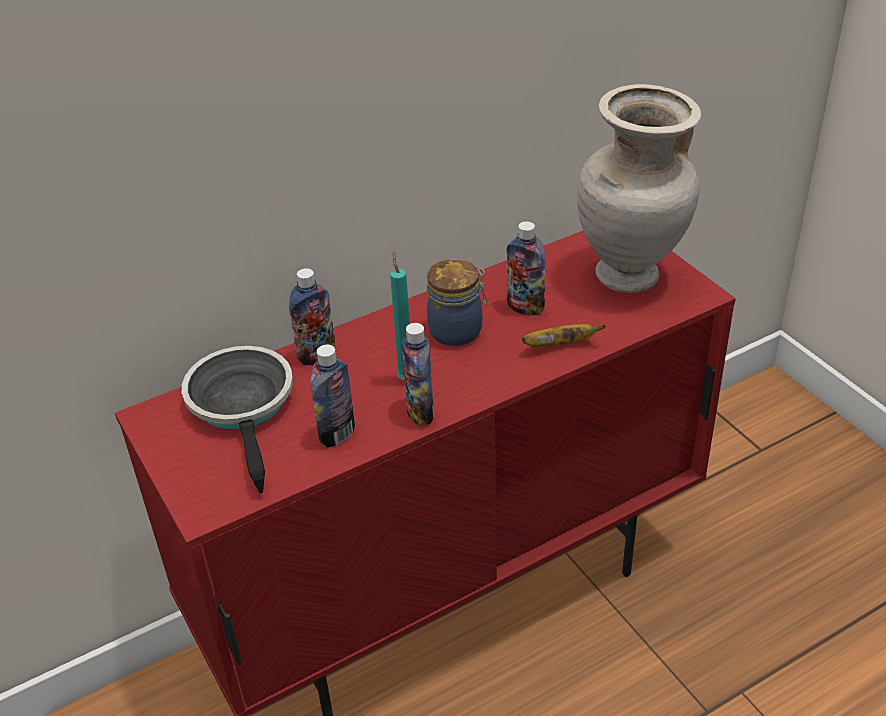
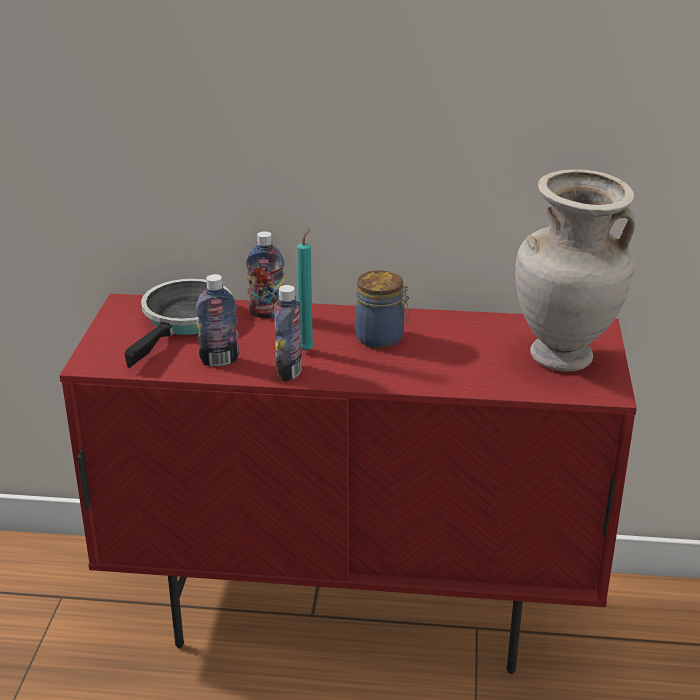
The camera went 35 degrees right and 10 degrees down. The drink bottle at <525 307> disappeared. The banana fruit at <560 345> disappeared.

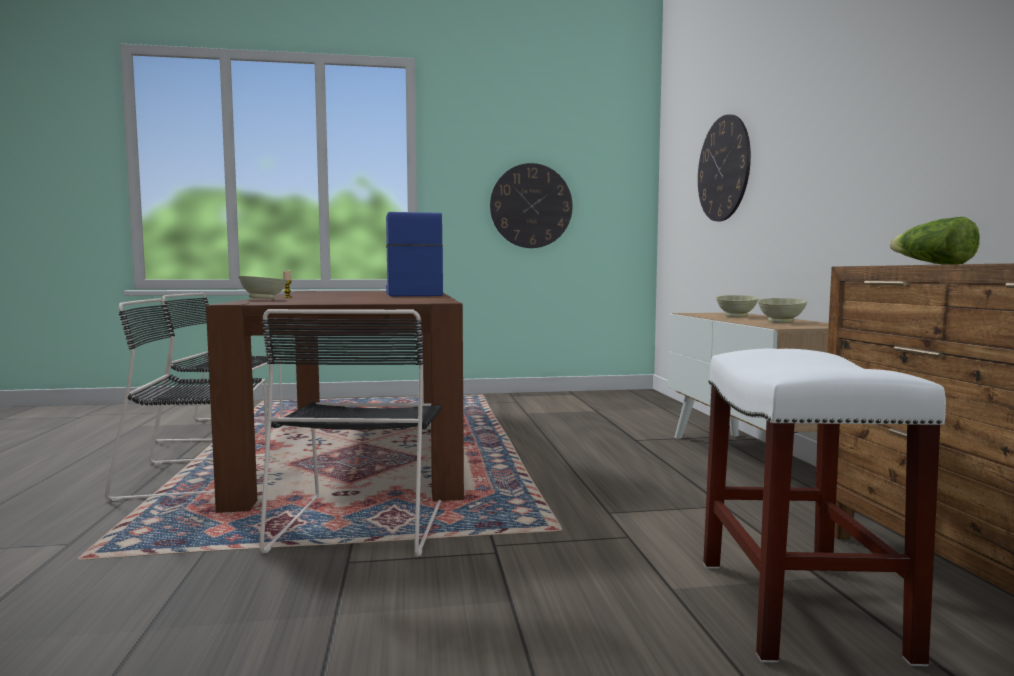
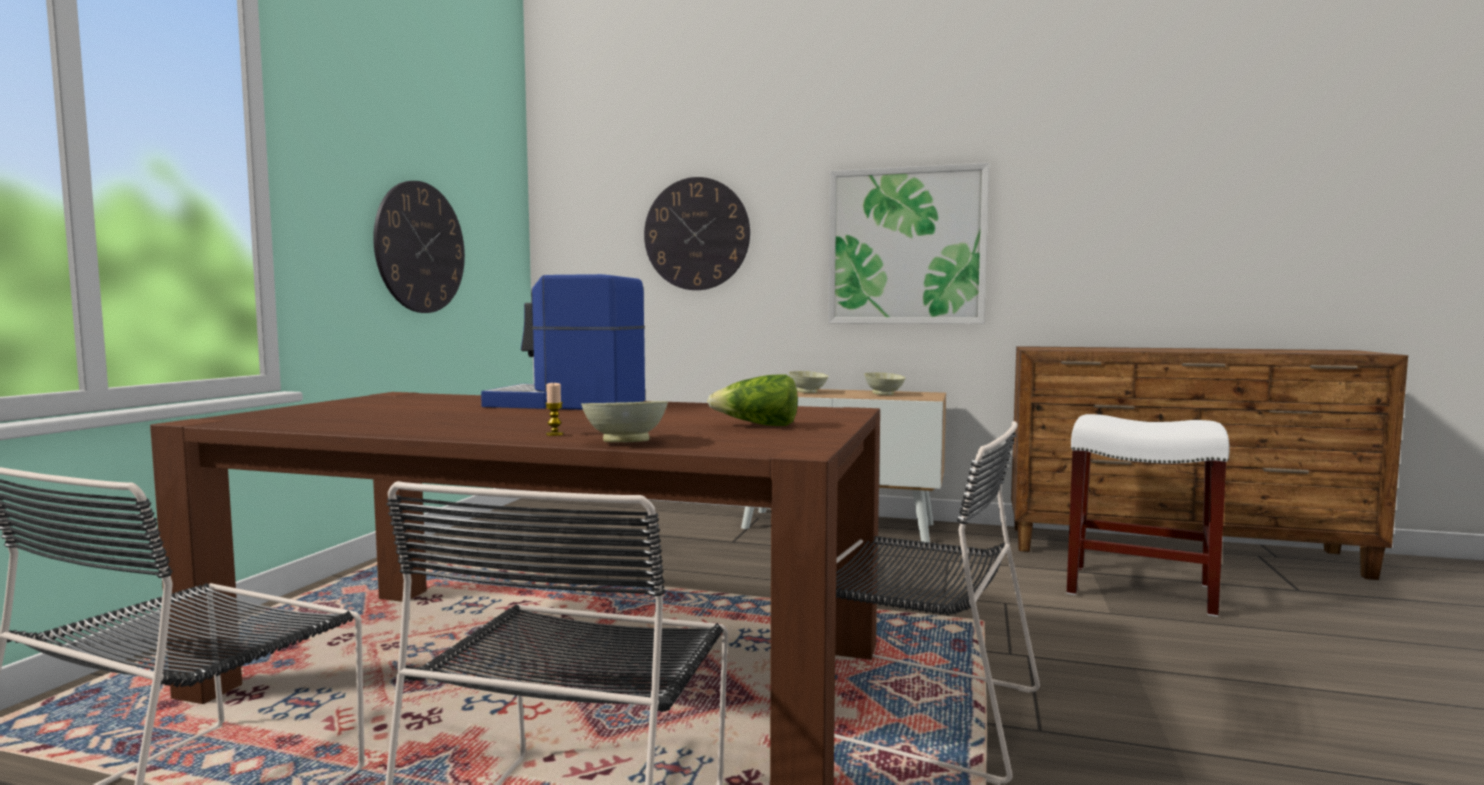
The camera went 65 degrees left and 0 degrees up. The wall art at <906 246> appeared. The lettuce head moved from <932 264> to <758 425>.

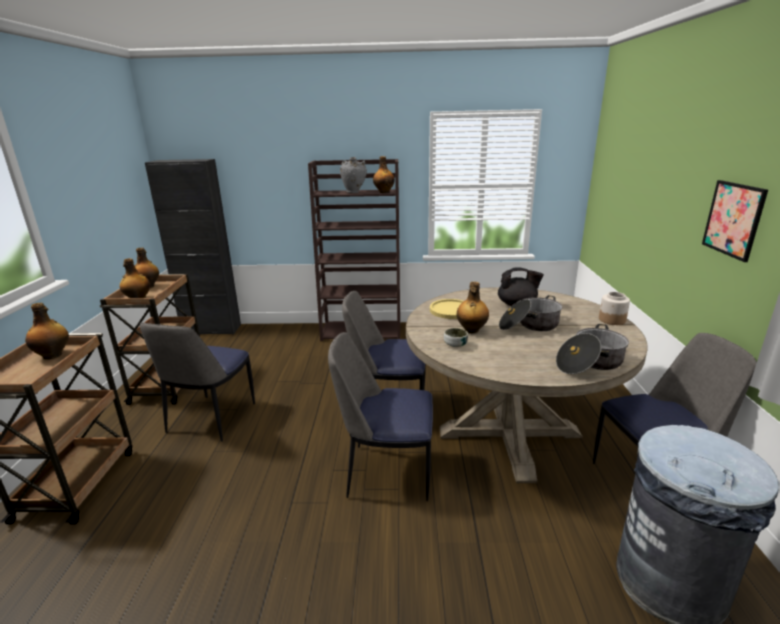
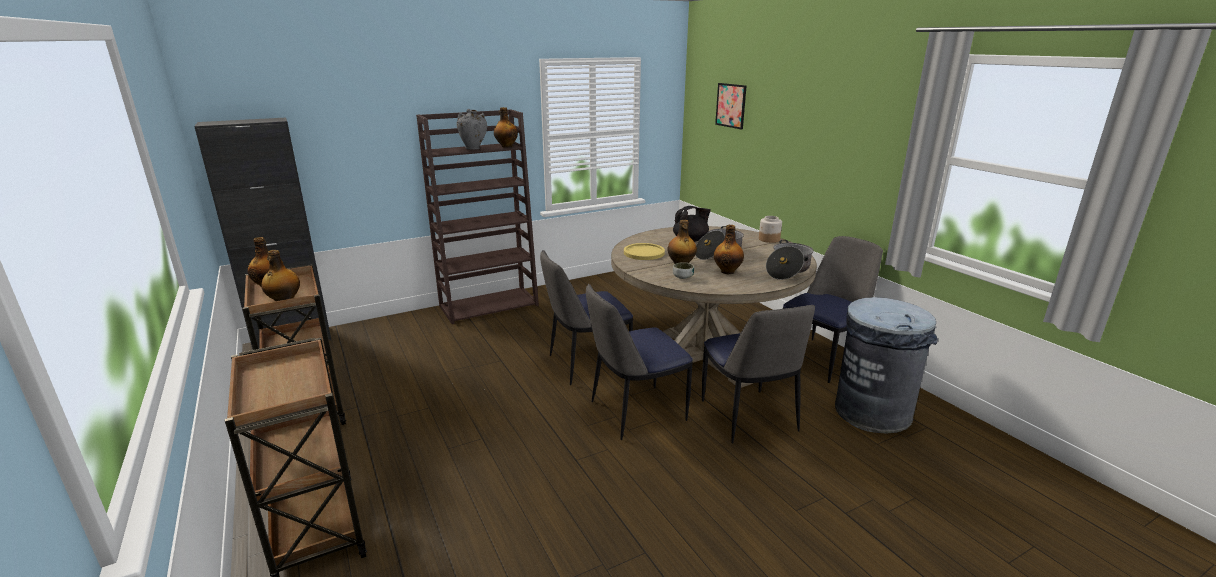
The camera went 30 degrees left and 0 degrees up. The drink bottle moved from <53 355> to <727 271>. The plain chair moved from <210 419> to <749 418>. The wall art moved from <733 219> to <731 105>.

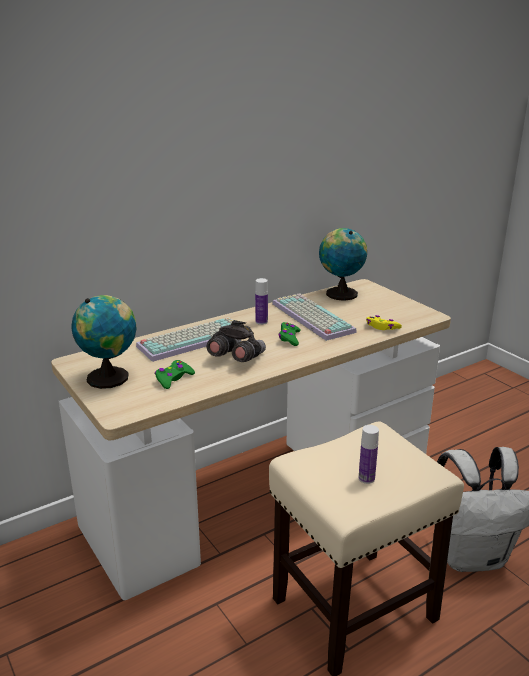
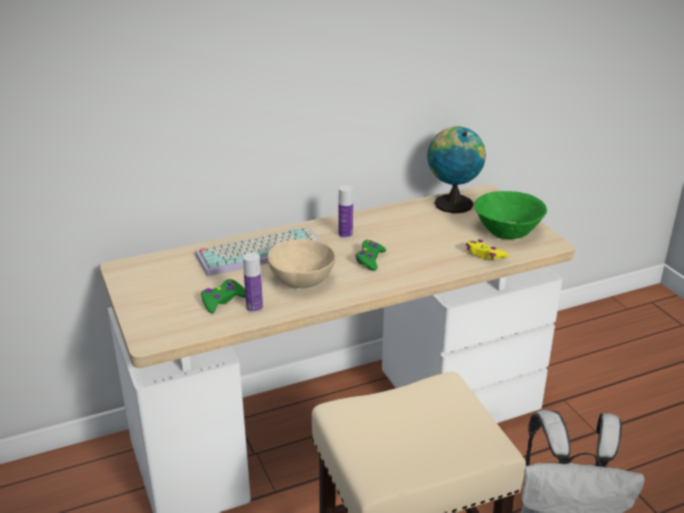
The camera went 10 degrees right and 5 degrees up. The globe at <111 377> disappeared. The computer keyboard at <310 317> disappeared. The green bowl at <507 230> appeared. The drink bottle moved from <366 478> to <254 308>. The grey pair of binoculars at <236 358> was replaced by the sand-coloured bowl at <300 281>.

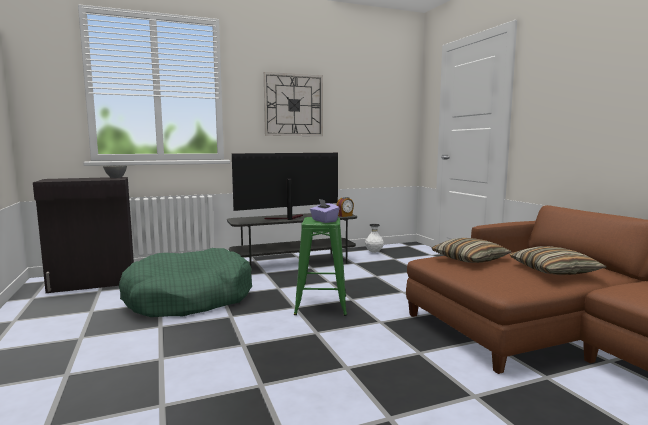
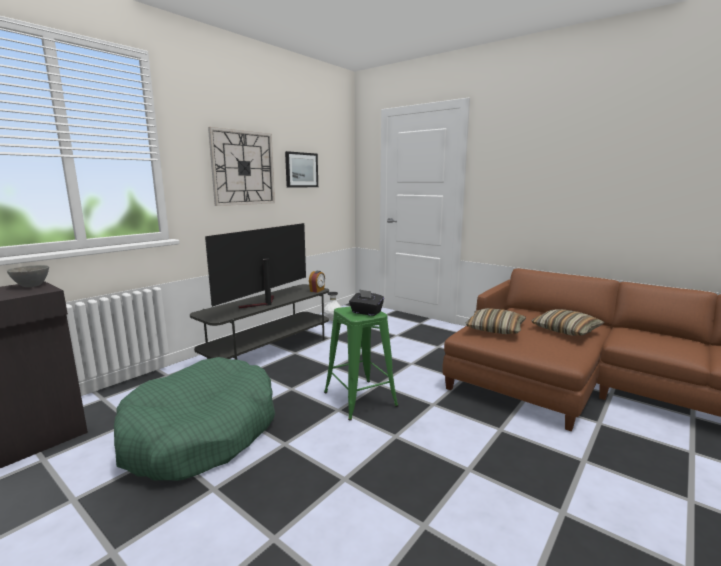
The camera went 30 degrees left and 5 degrees up. The wall art at <301 170> appeared. The purple-coloured tissue holder at <324 221> became the black tissue holder at <366 312>.

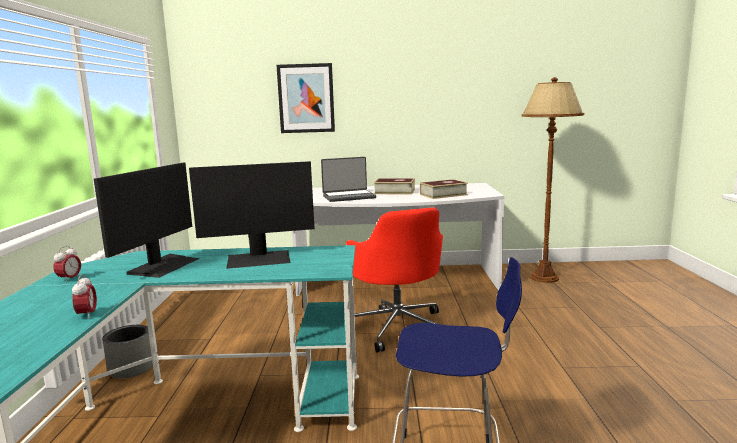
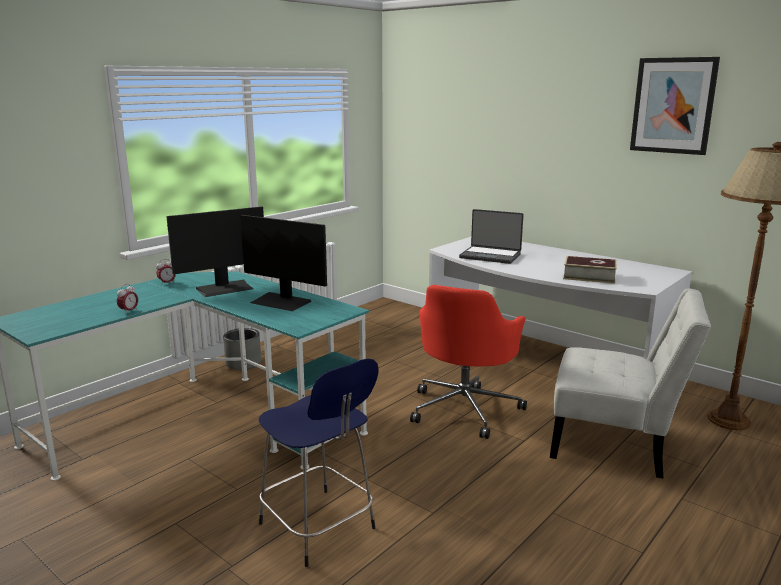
The camera went 40 degrees right and 5 degrees up. The bound book at <394 192> disappeared. The white plain chair at <616 444> appeared. The wall art moved from <306 98> to <673 105>.

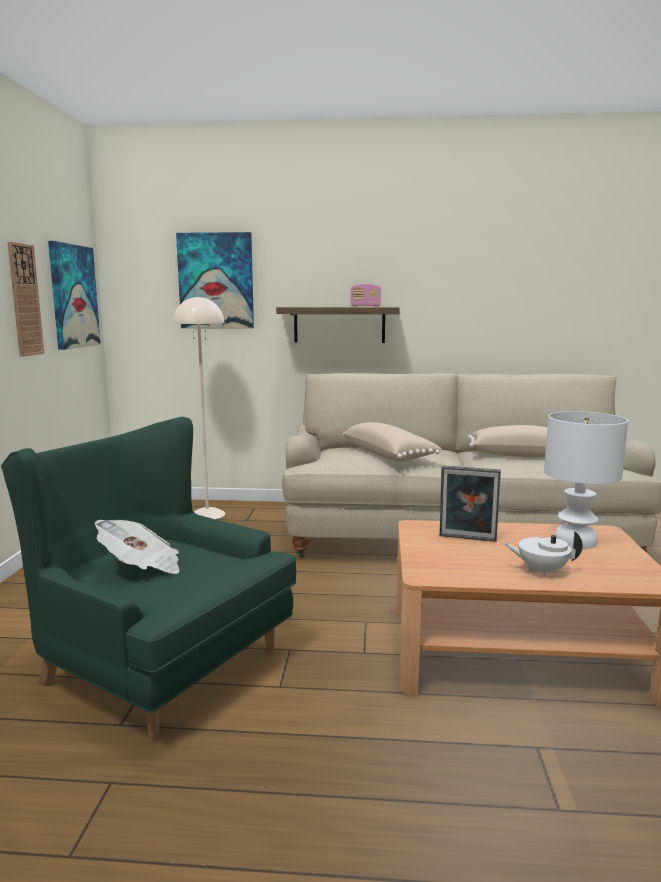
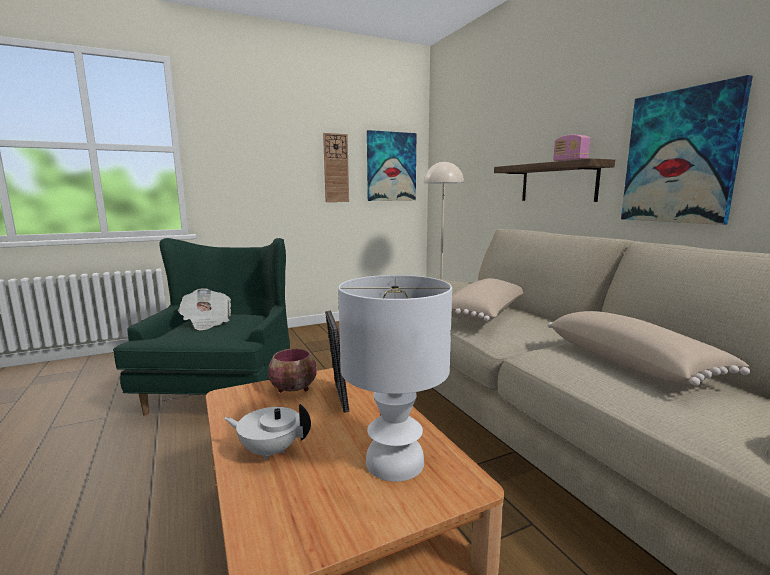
The camera went 60 degrees right and 0 degrees up. The bowl at <295 389> appeared. The wall art moved from <216 281> to <680 157>. The white pot for tea at <541 570> turned 60 degrees counterclockwise.

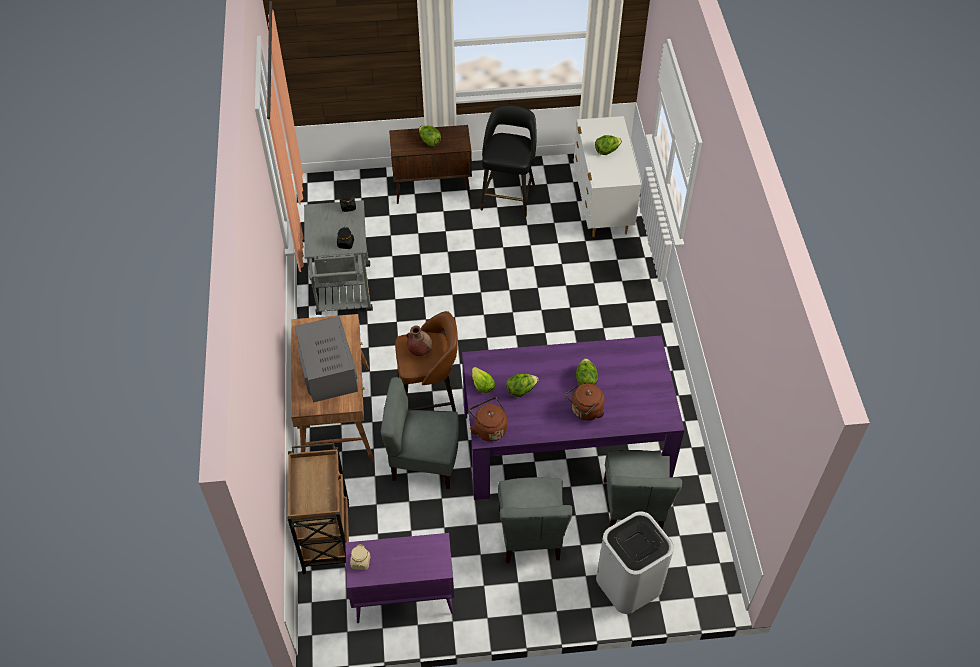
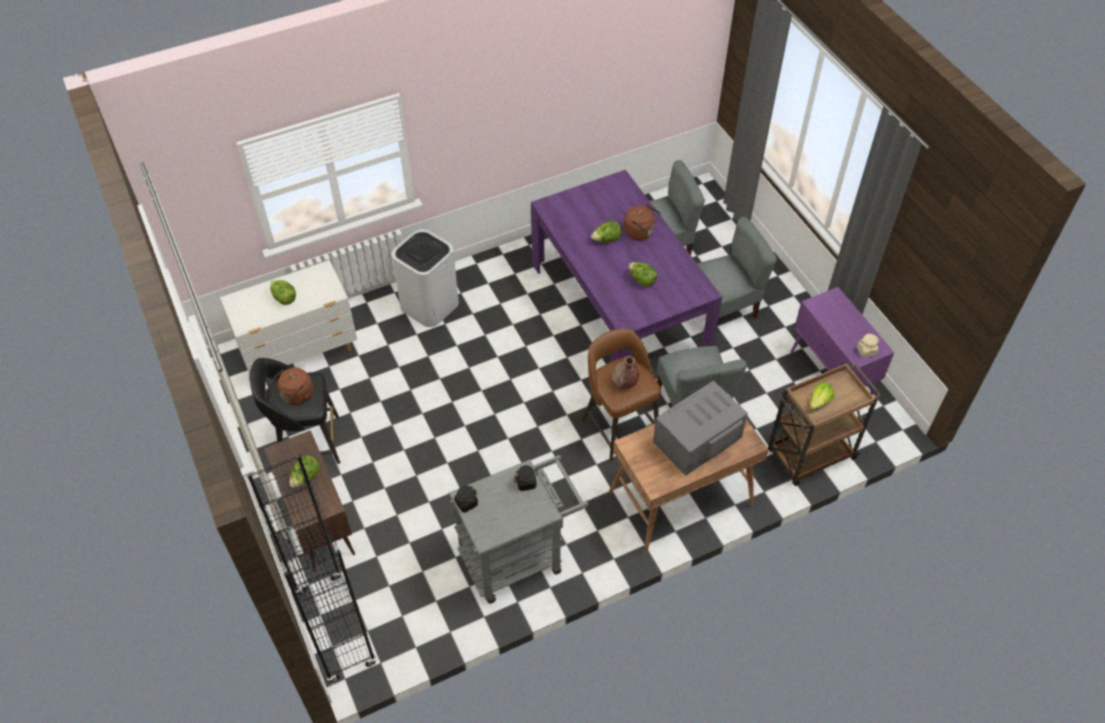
The camera went 110 degrees left and 0 degrees up. The black bookcase at <335 628> appeared. The brownish kettle moved from <489 428> to <296 396>. The lettuce head moved from <482 385> to <819 401>. The white rubbish bin moved from <629 583> to <429 304>.

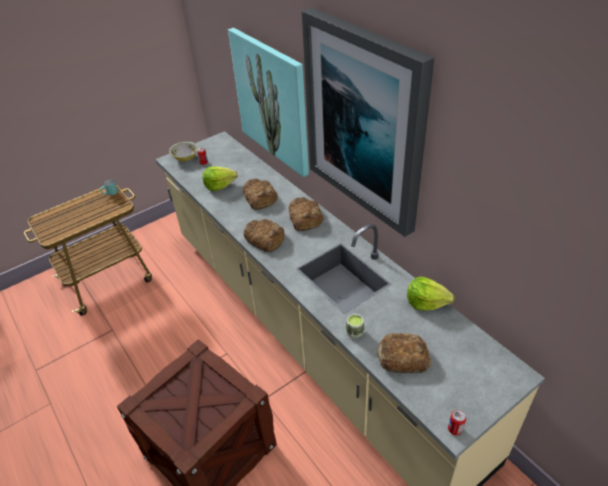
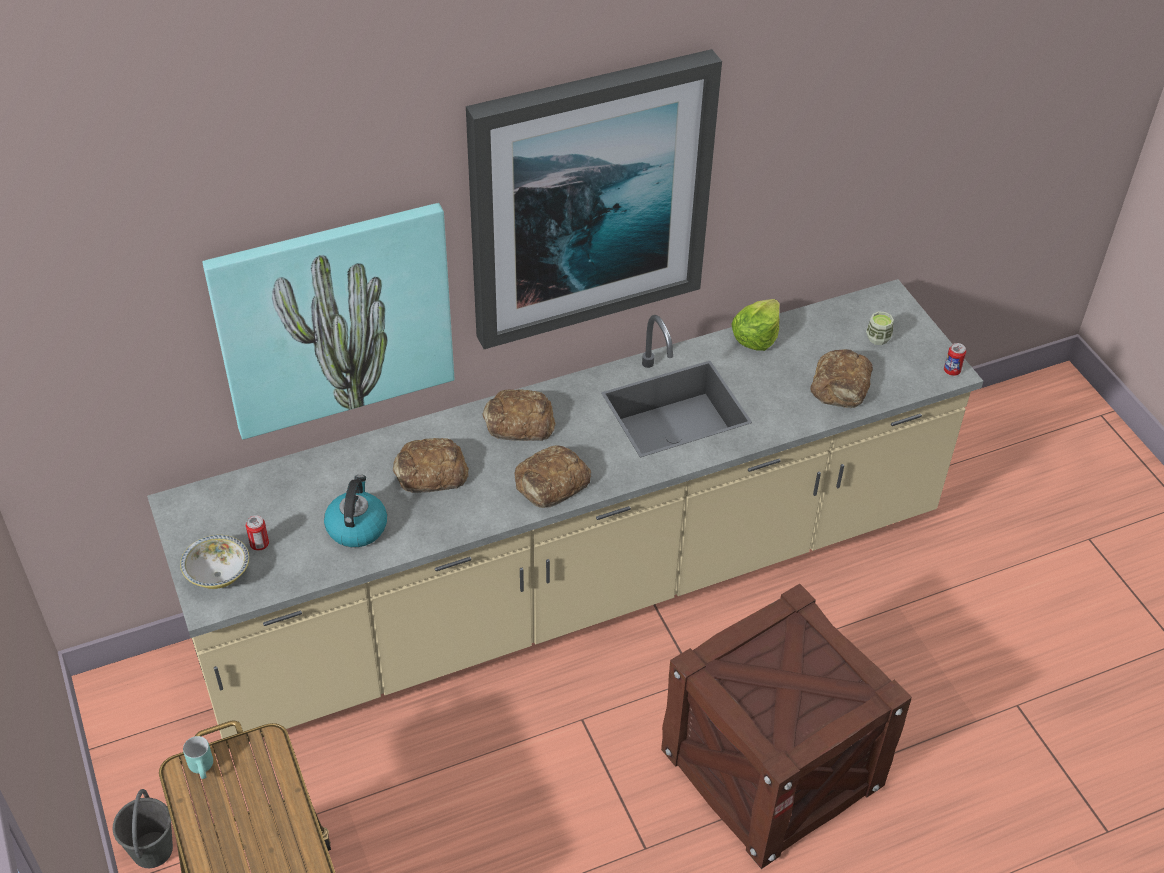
The camera went 80 degrees left and 5 degrees up. The grey water bucket at <152 849> appeared. The small cup moved from <354 332> to <878 338>. The lettuce head at <219 185> was replaced by the kettle at <356 526>.

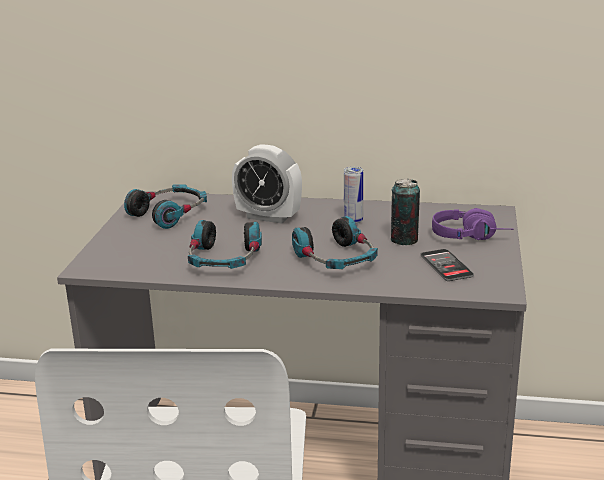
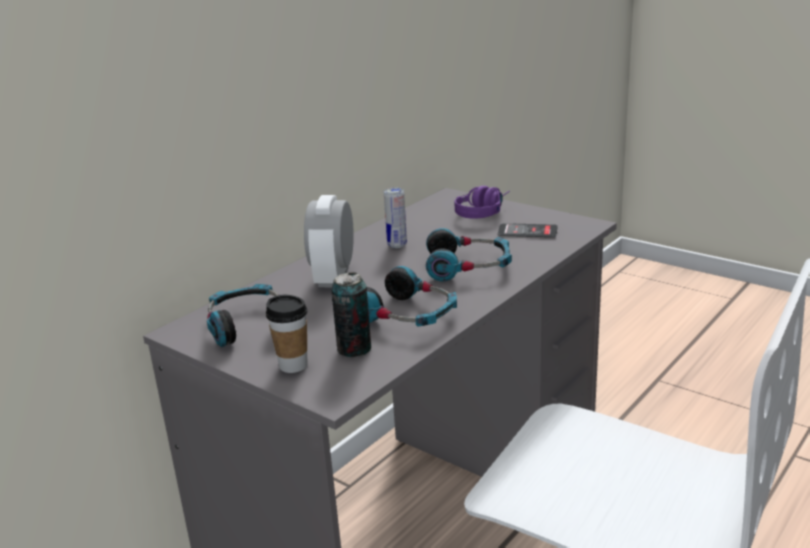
The camera went 60 degrees left and 0 degrees up. The small cup at <293 365> appeared. The can moved from <404 240> to <354 349>. The alarm clock at <268 217> turned 135 degrees clockwise.

